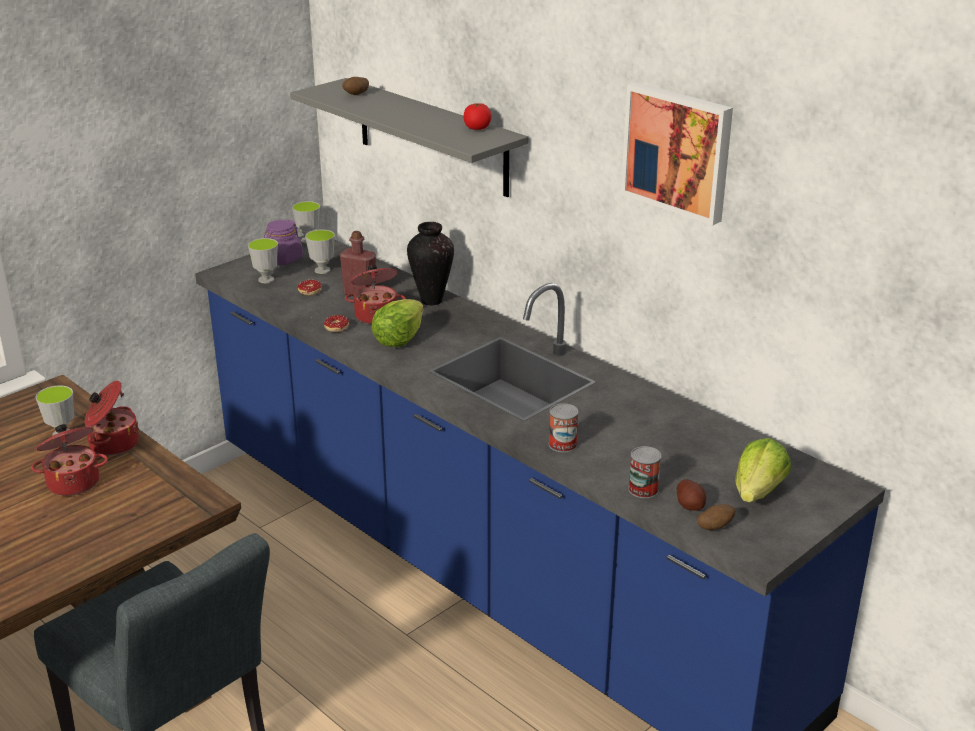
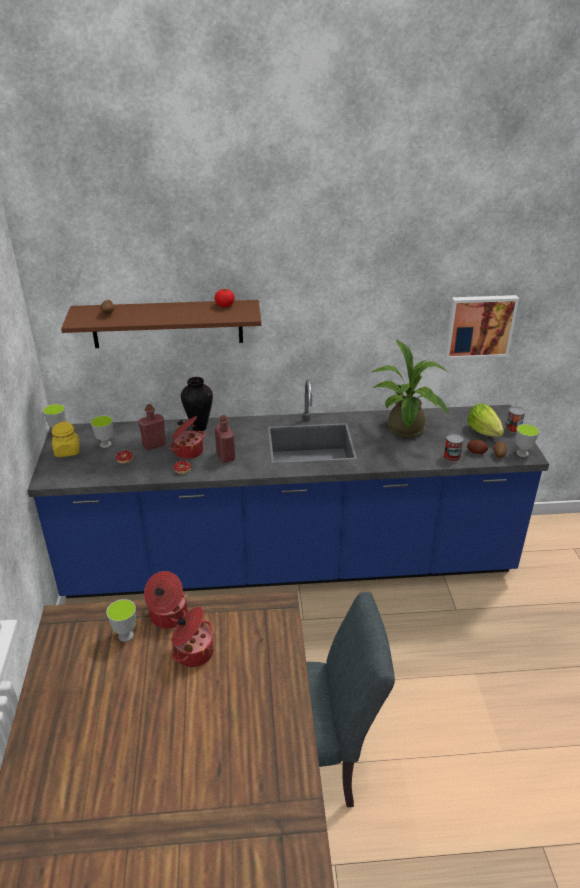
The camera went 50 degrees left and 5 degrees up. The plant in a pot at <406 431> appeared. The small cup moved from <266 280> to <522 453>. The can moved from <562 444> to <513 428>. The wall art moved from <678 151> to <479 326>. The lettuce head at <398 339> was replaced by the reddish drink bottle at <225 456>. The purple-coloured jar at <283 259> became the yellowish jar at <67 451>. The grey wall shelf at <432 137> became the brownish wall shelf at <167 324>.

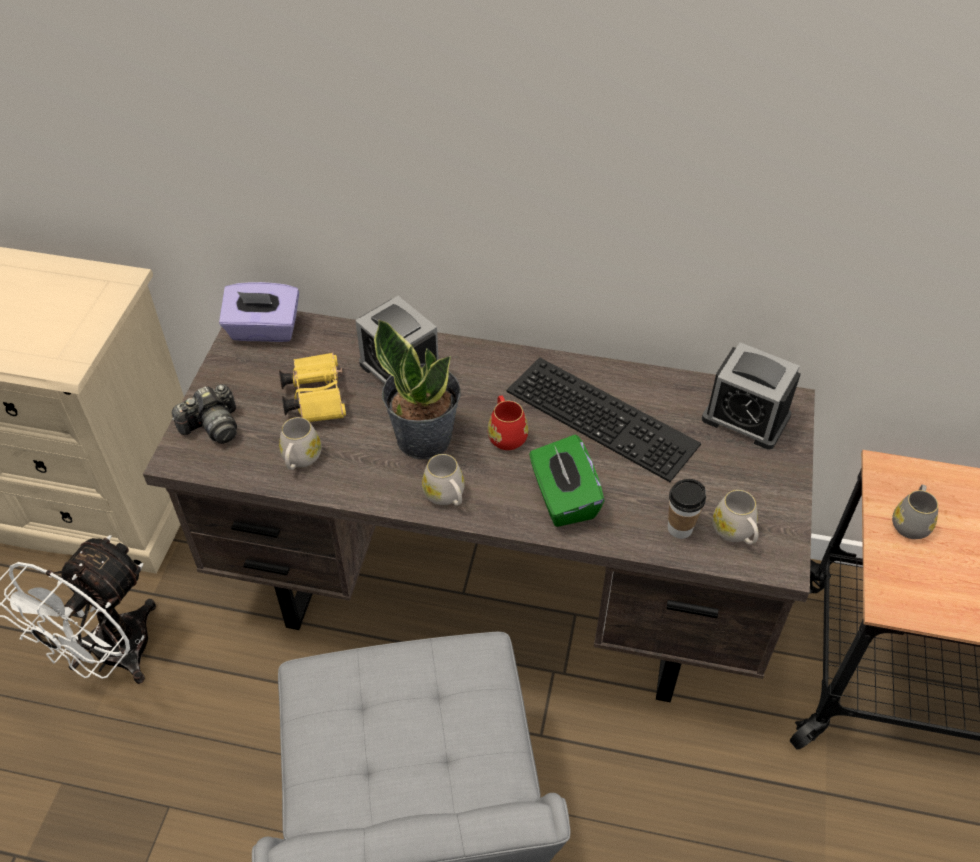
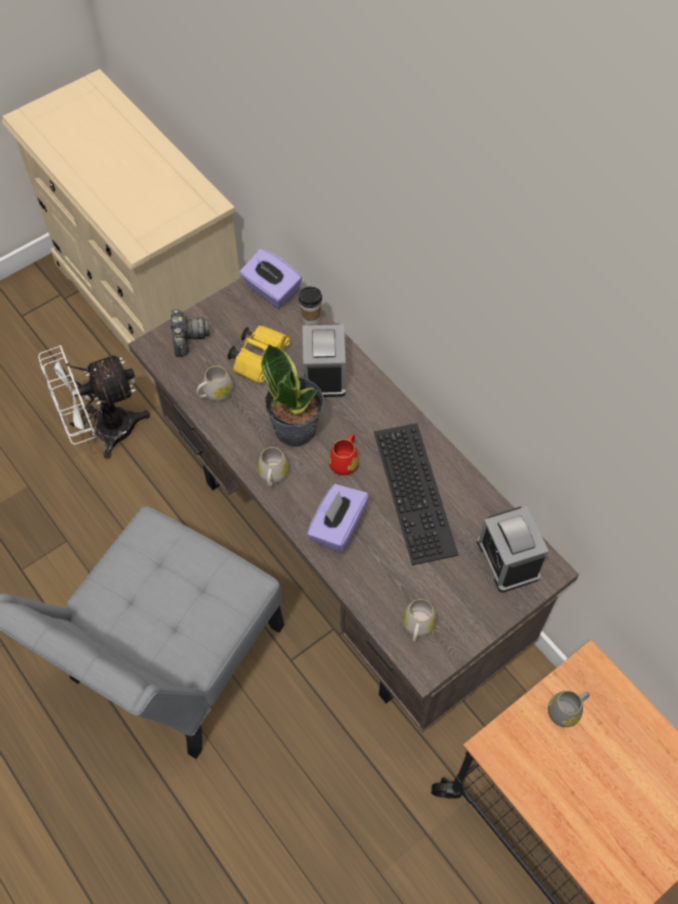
The camera went 40 degrees right and 10 degrees up. The small cup moved from <680 528> to <311 320>. The green tissue holder at <563 498> became the purple-coloured tissue holder at <337 527>. The still camera at <212 426> turned 105 degrees counterclockwise.

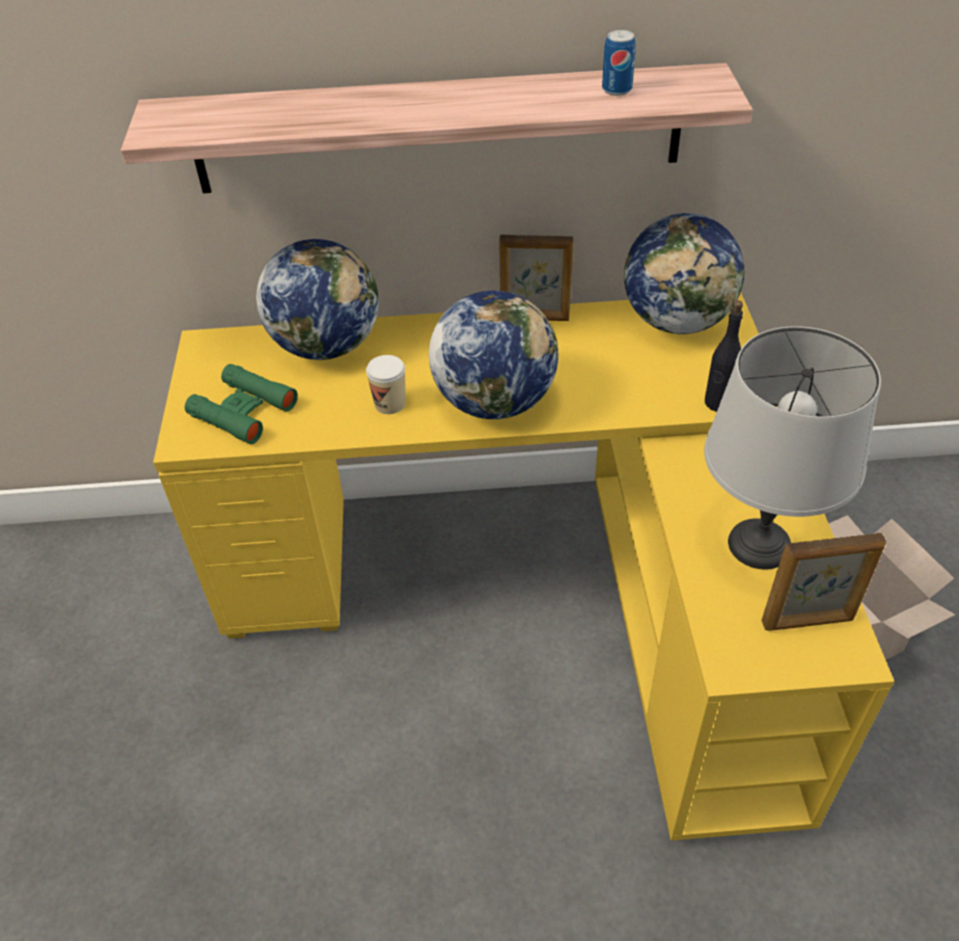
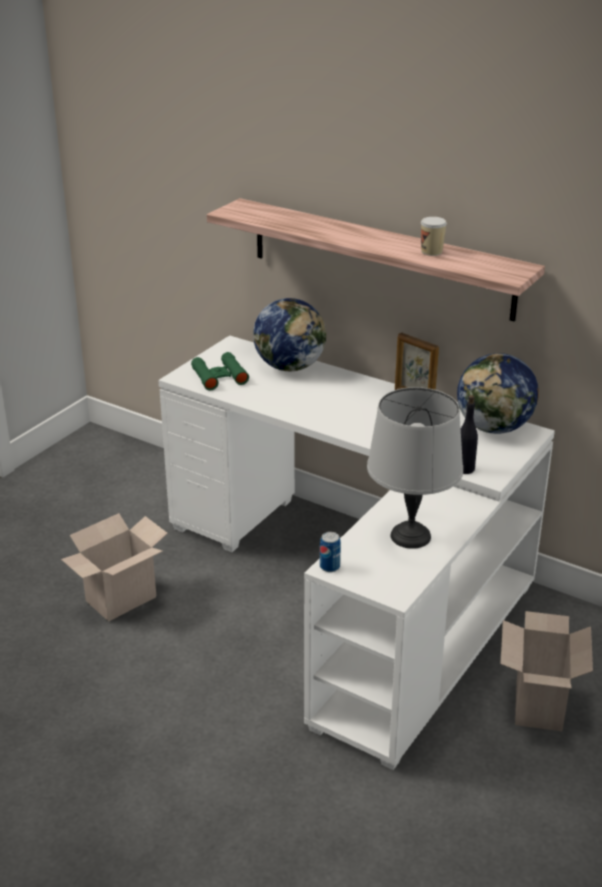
The camera went 35 degrees right and 15 degrees down. The globe at <495 401> disappeared. The photo frame at <808 621> disappeared. The carton at <120 601> appeared. The small cup moved from <390 403> to <431 251>. The can moved from <616 90> to <329 566>. The yellowish desk unit at <535 595> became the white desk unit at <357 590>.

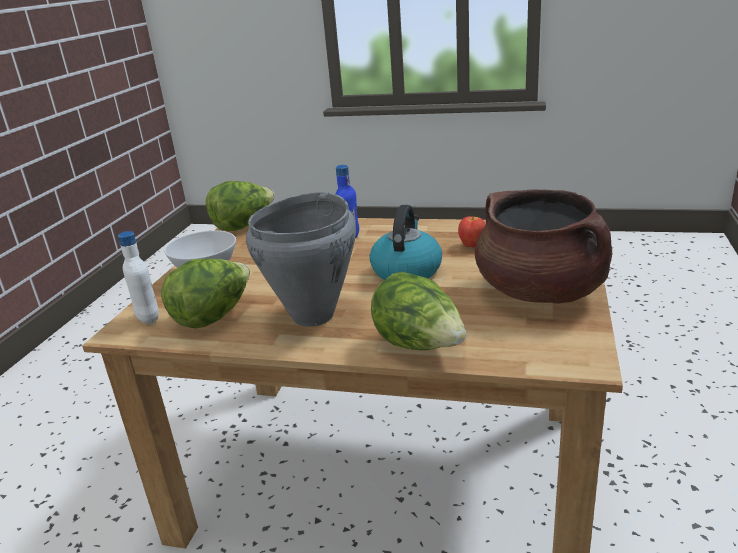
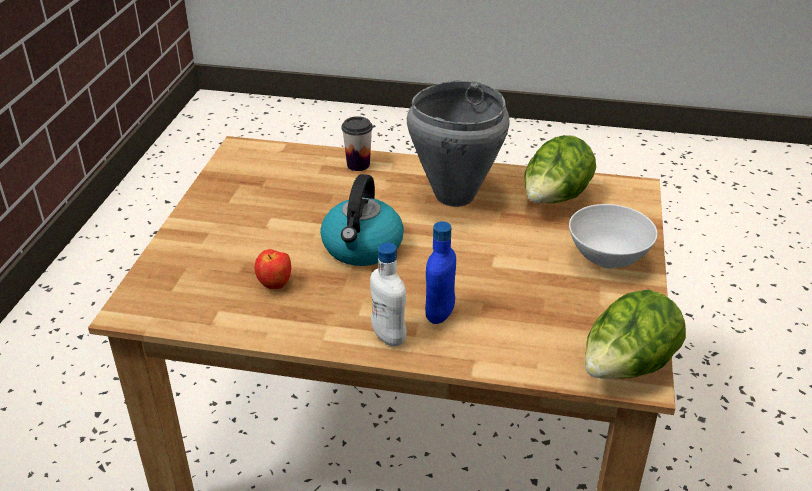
The camera went 175 degrees right and 10 degrees up. The brownish cooking pot at <541 291> disappeared. The white drink bottle moved from <148 318> to <388 336>. The lettuce head at <419 346> was replaced by the small cup at <358 165>.

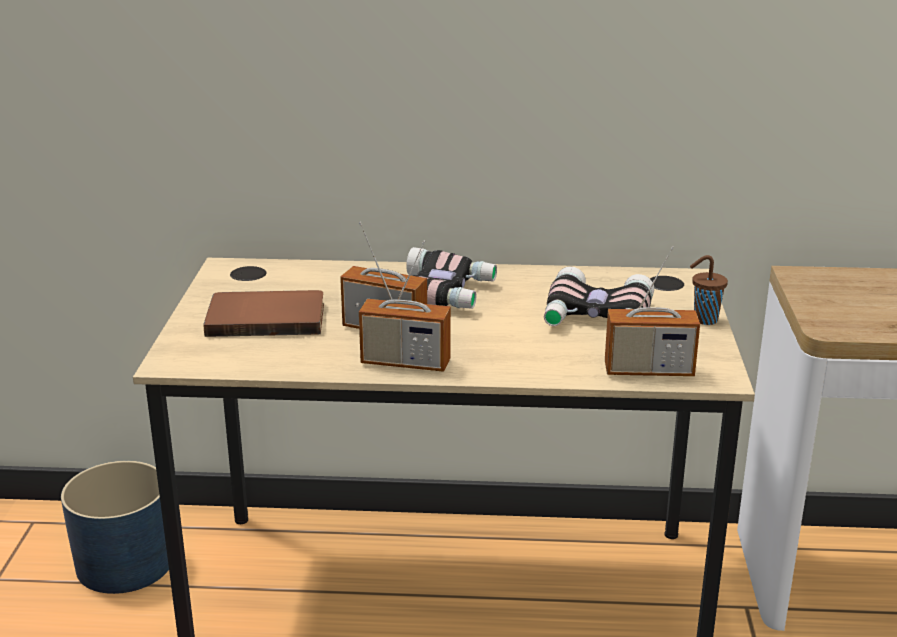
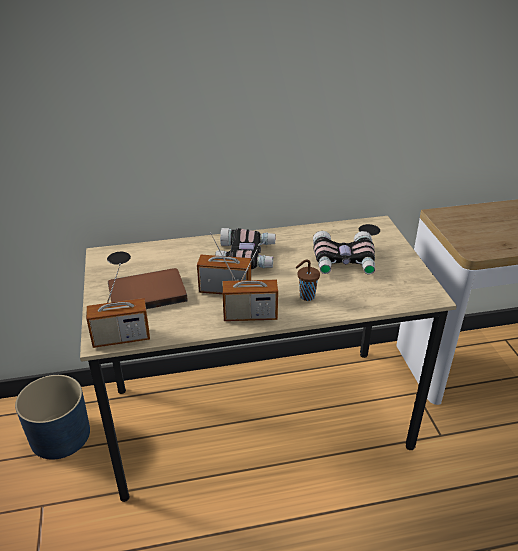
The camera went 15 degrees left and 10 degrees up. The radio set moved from <648 370> to <121 338>. The brownish small cup moved from <703 320> to <306 296>.

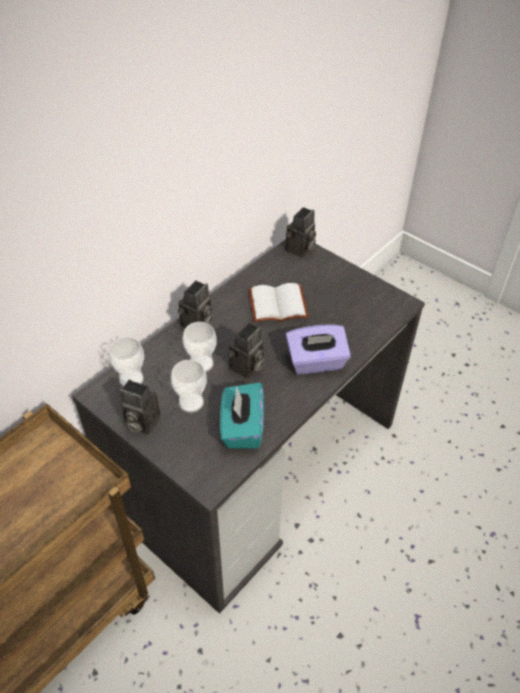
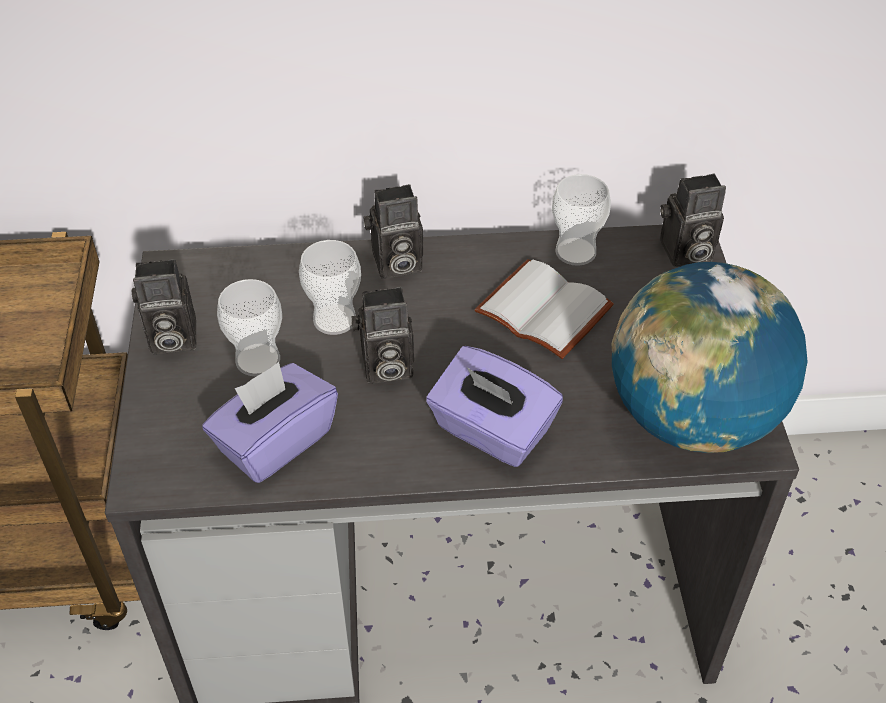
The camera went 45 degrees right and 0 degrees up. The globe at <692 418> appeared. The small cup moved from <131 379> to <575 252>. The turquoise-coloured tissue holder at <242 428> became the purple-coloured tissue holder at <275 442>. The still camera at <140 423> turned 75 degrees counterclockwise.

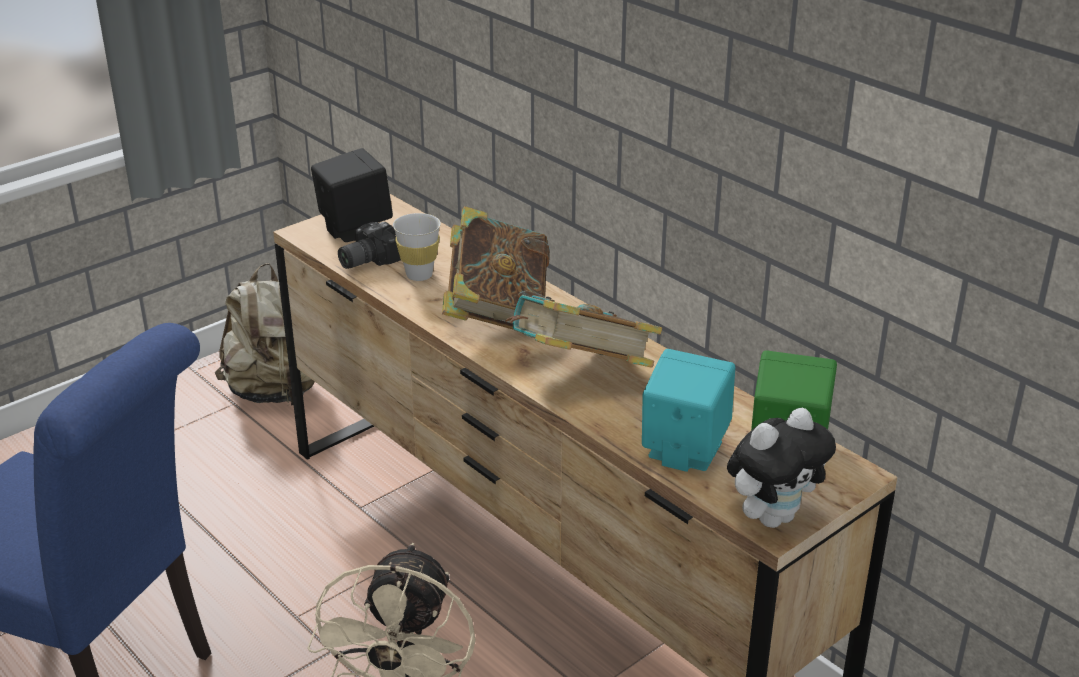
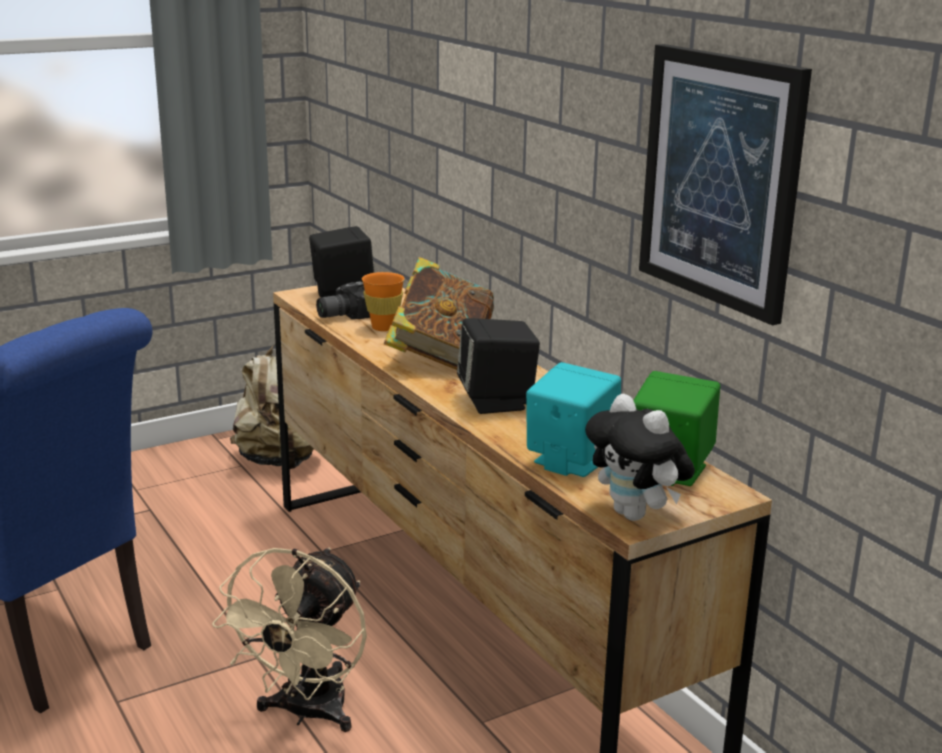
The camera went 10 degrees right and 10 degrees down. The wall art at <720 179> appeared. The bound book at <580 374> was replaced by the black speaker at <497 402>. The white small cup at <419 275> became the orange-coloured small cup at <383 327>. The plush toy at <773 516> turned 75 degrees clockwise.

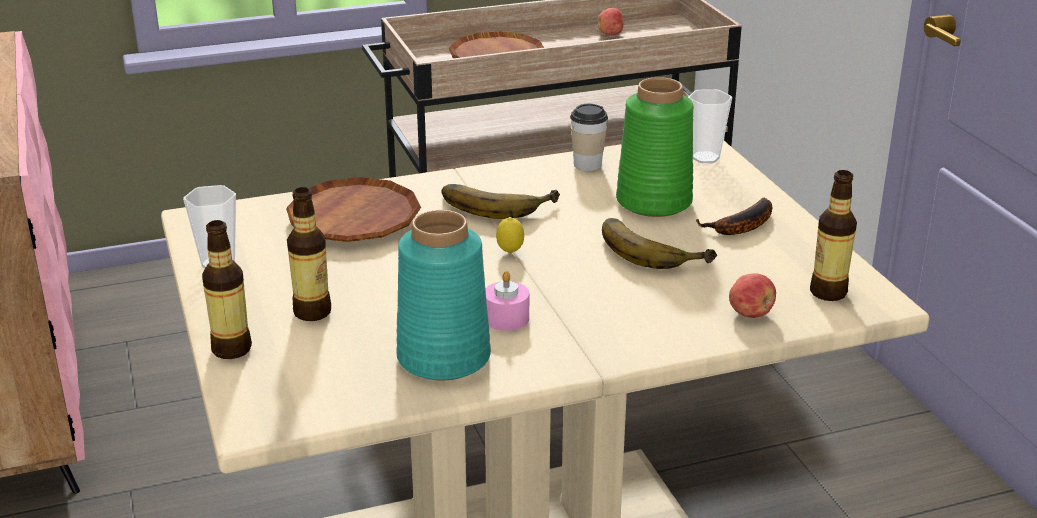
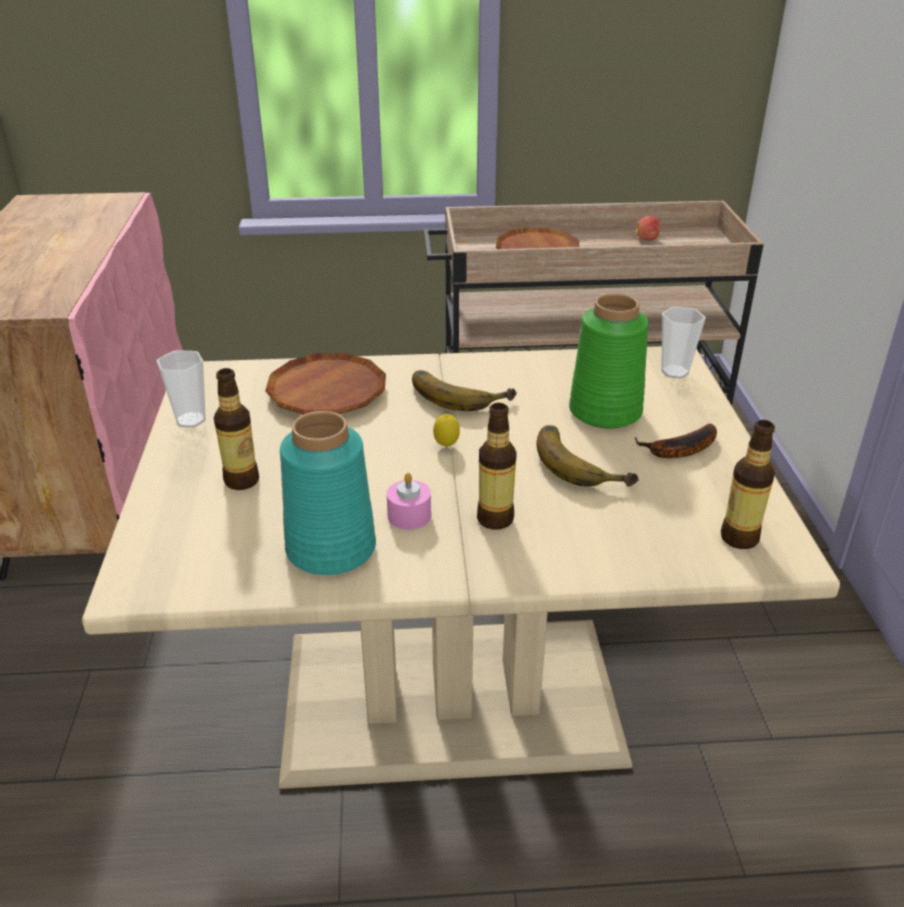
The camera went 15 degrees right and 5 degrees up. The small cup at <587 164> disappeared. The apple at <751 313> disappeared. The drink bottle moved from <231 349> to <495 519>.

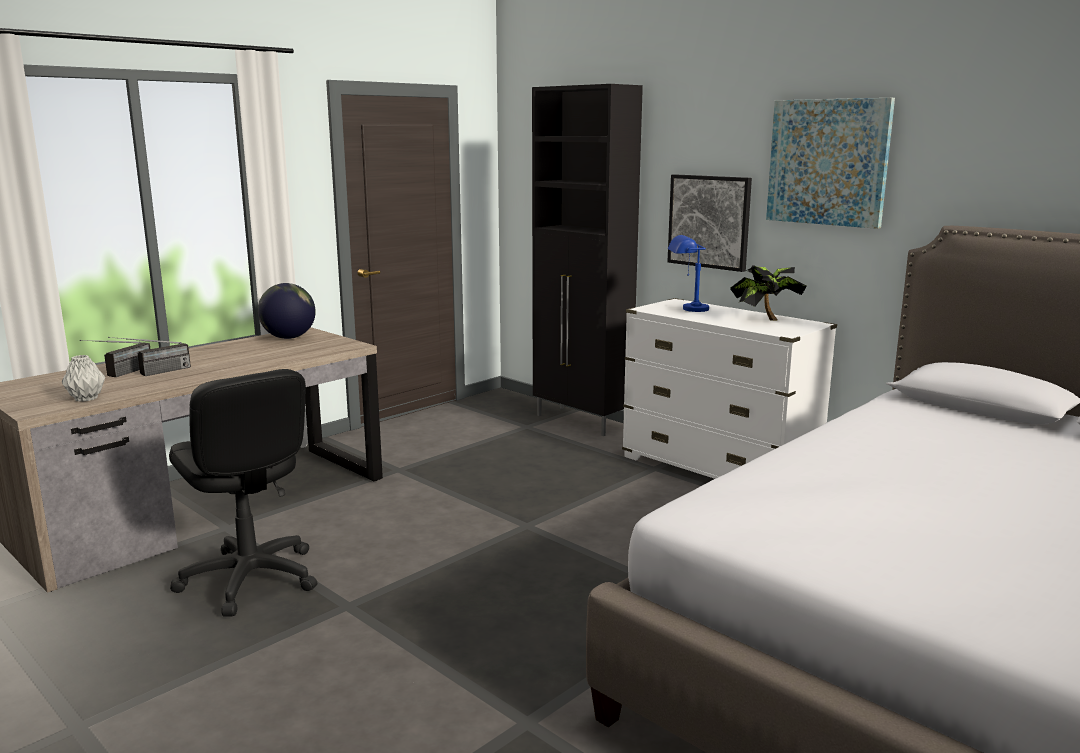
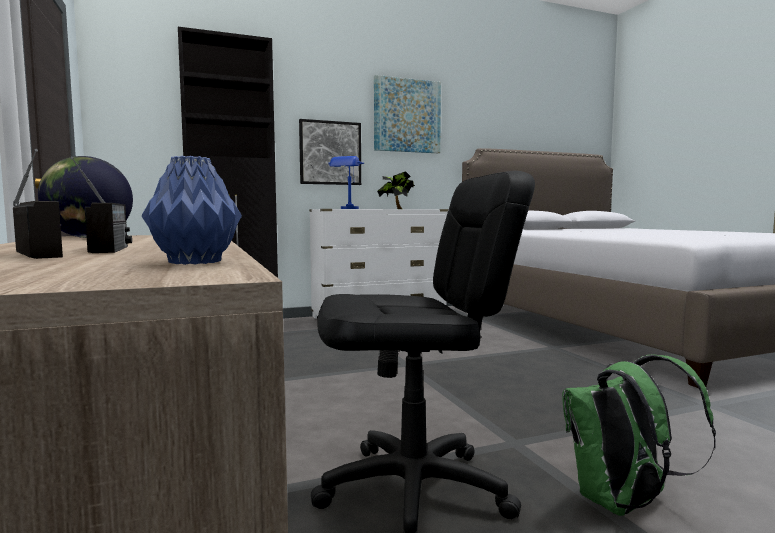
The camera went 65 degrees left and 10 degrees down. The green backpack at <623 504> appeared. The grey vase at <85 399> became the blue-coloured vase at <194 262>.

